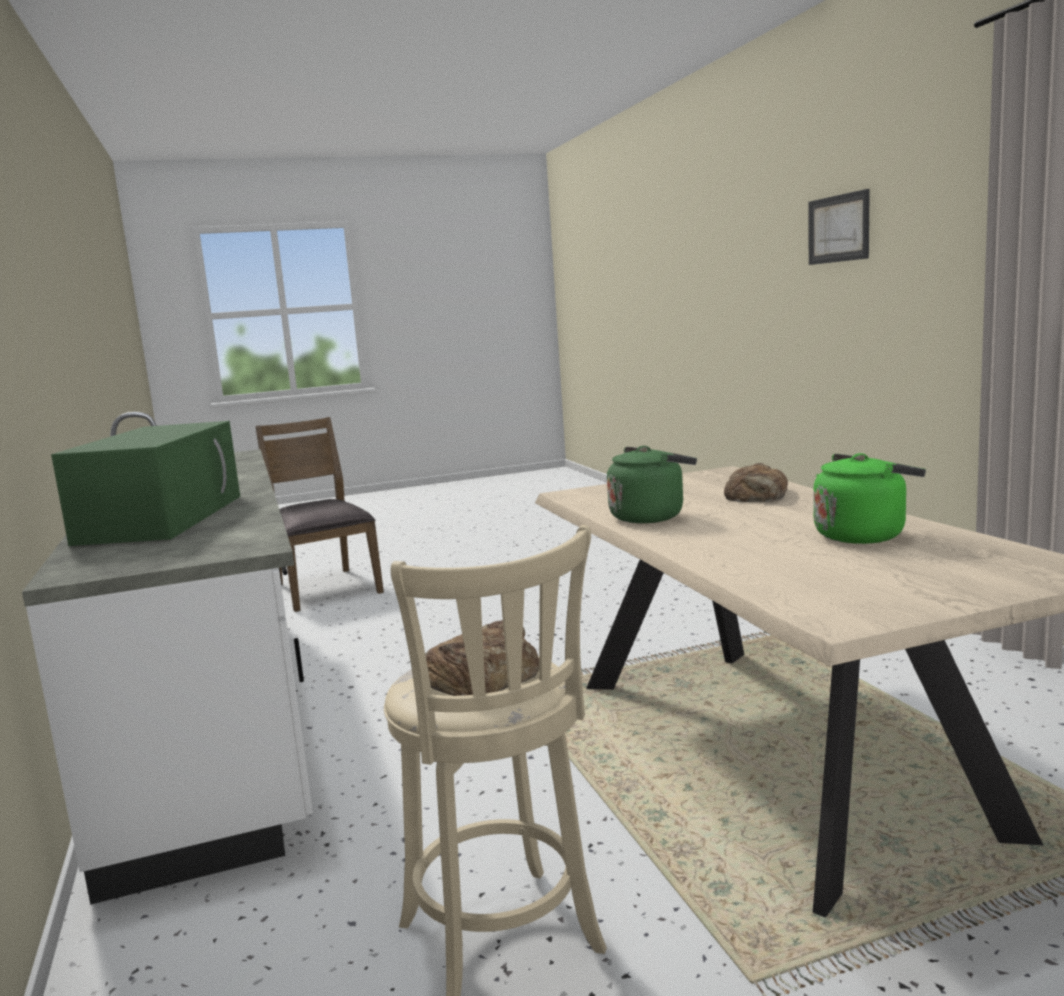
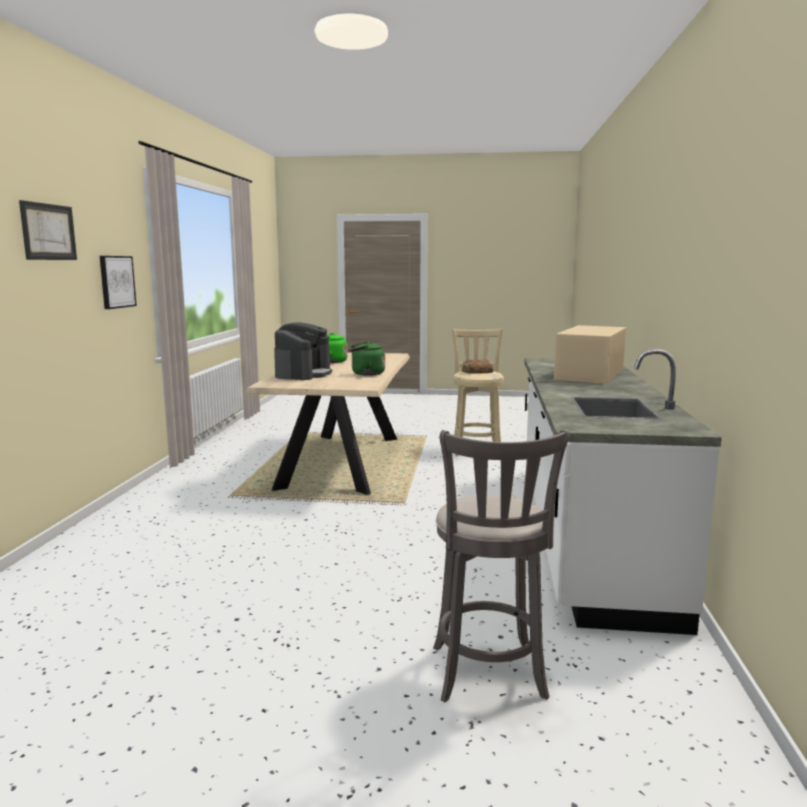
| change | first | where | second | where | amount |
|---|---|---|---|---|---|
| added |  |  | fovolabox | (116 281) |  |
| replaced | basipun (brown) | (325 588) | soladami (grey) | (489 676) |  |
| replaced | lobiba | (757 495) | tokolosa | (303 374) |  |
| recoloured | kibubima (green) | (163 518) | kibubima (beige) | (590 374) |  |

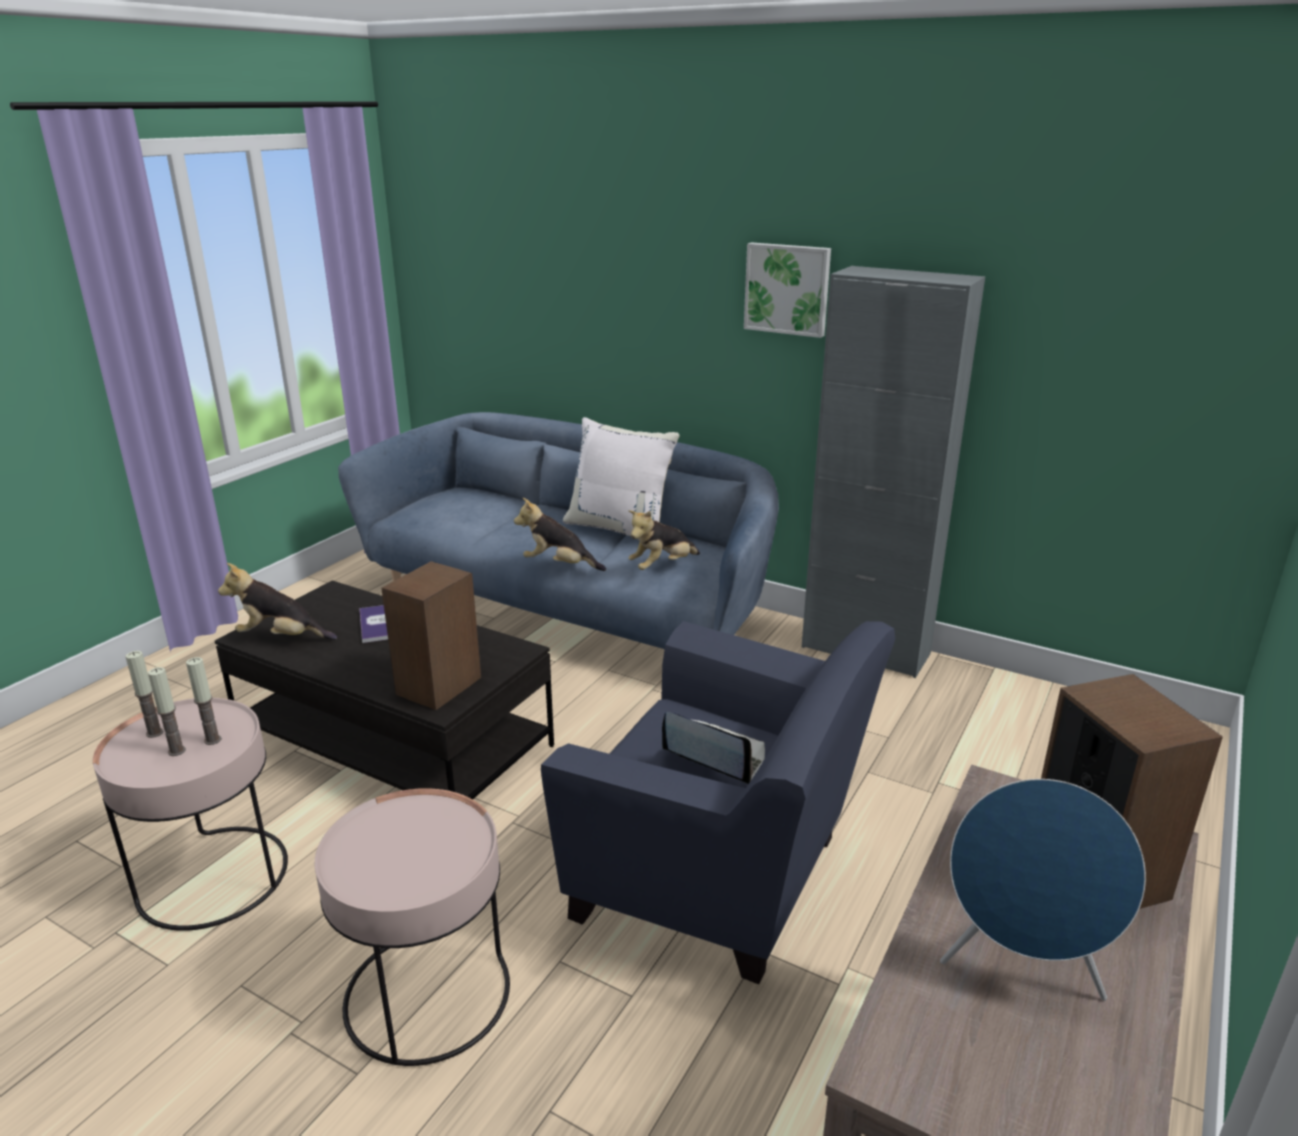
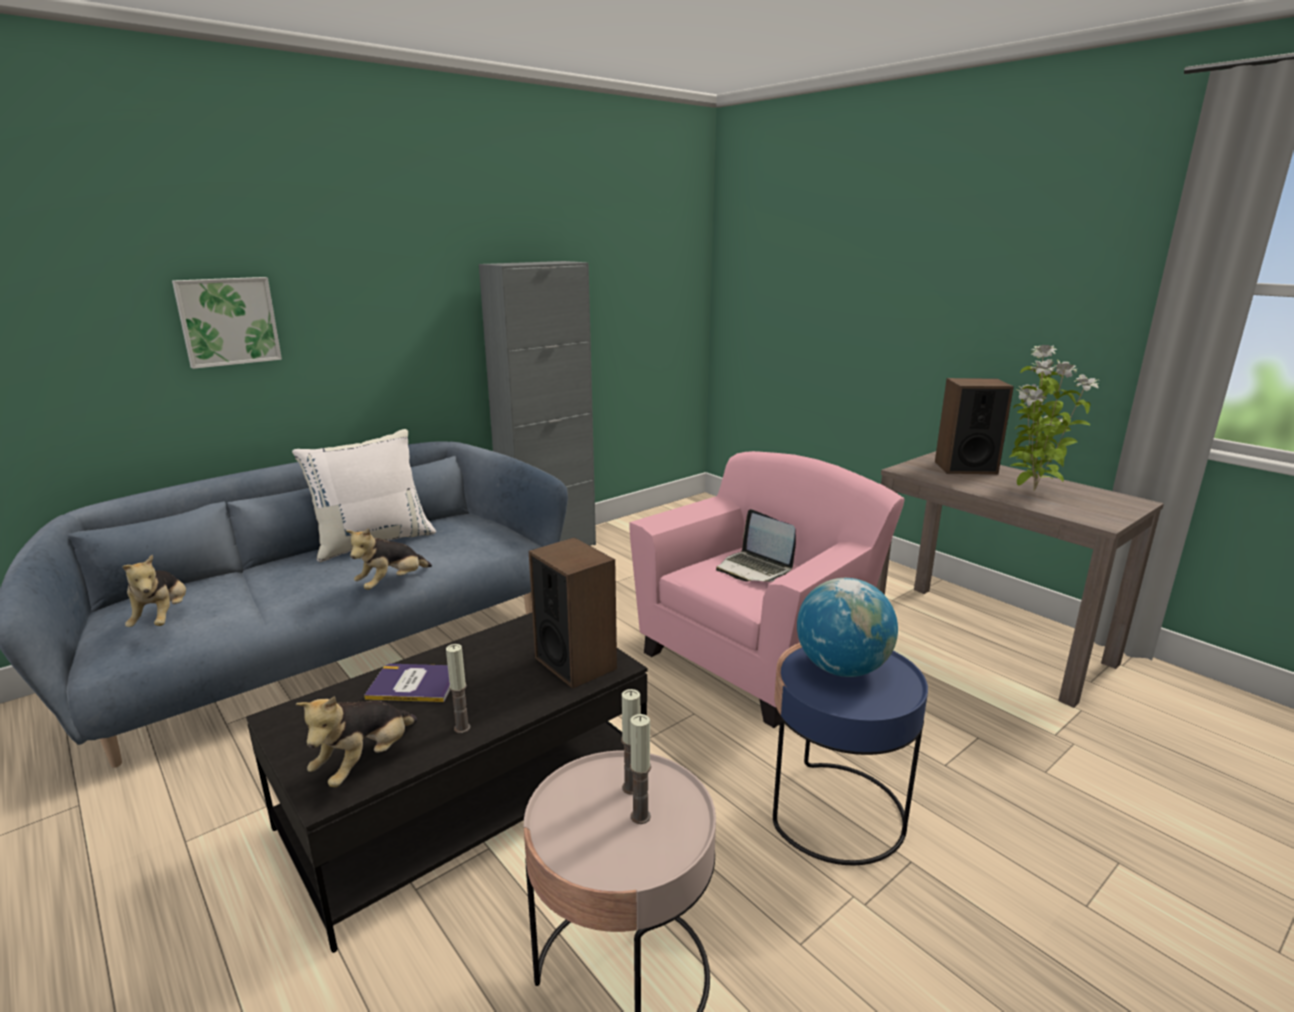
| change | first | where | second | where | amount |
|---|---|---|---|---|---|
| added |  |  | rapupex | (841 668) |  |
| moved | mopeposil | (154 733) |  | (462 728) |  |
| moved | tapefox | (662 566) |  | (162 618) |  |
| moved | fovolabox | (787 289) |  | (228 321) |  |
| replaced | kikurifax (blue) | (1021 968) | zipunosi | (1032 491) |  |
| recoloured | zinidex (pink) | (426 994) | zinidex (blue) | (835 812) |  |
| recoloured | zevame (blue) | (723 878) | zevame (pink) | (757 656) |  |
| turned | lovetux | (715 757) |  | (754 568) | 90 degrees counterclockwise |

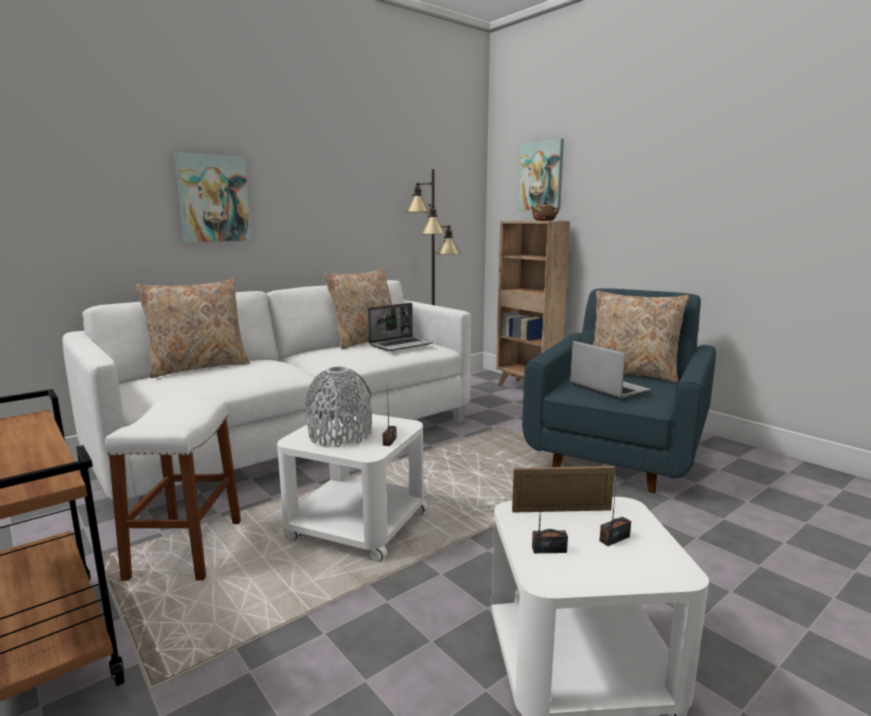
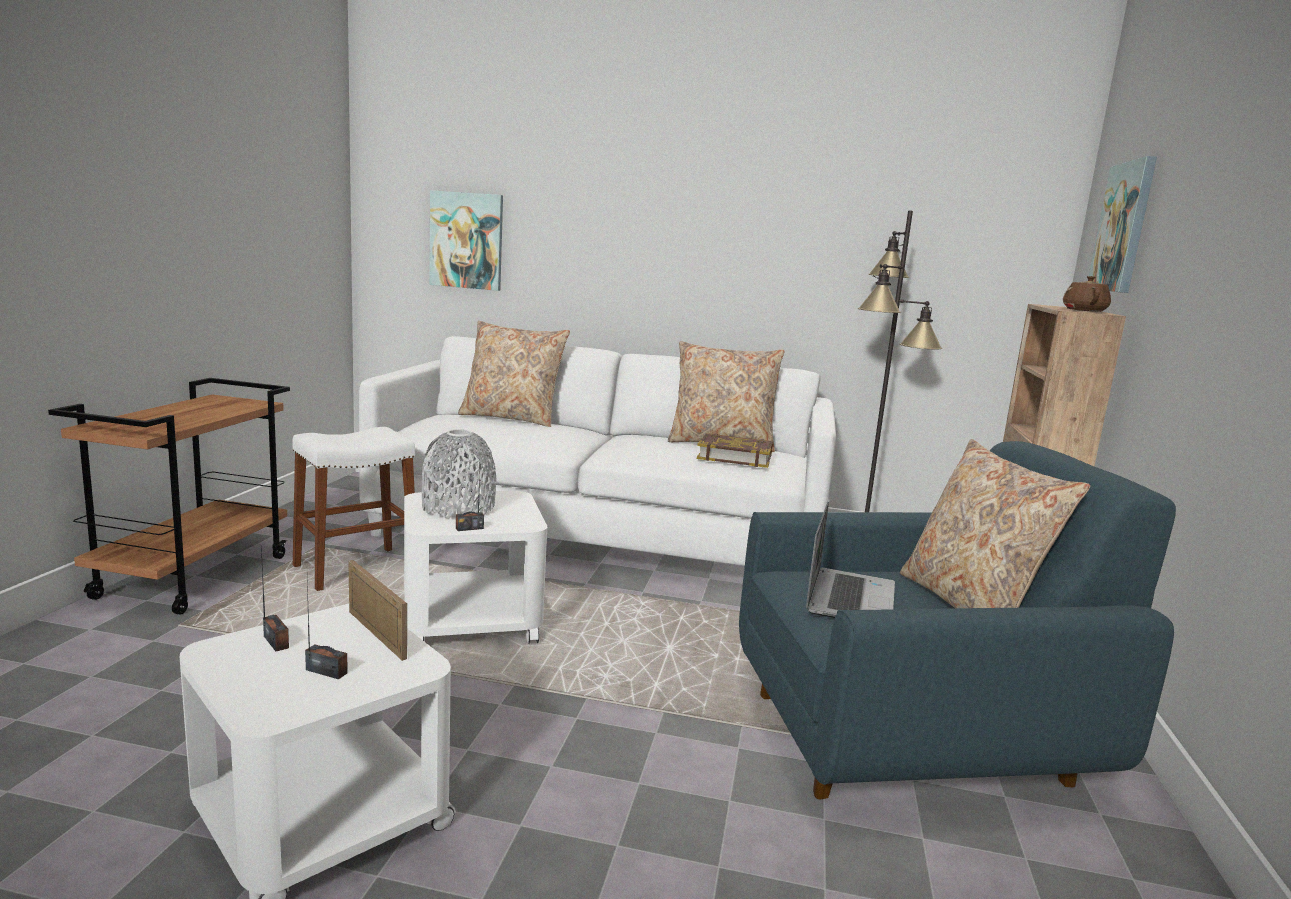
| change | first | where | second | where | amount |
|---|---|---|---|---|---|
| moved | fovolabox | (213 199) |  | (466 240) |  |
| replaced | lovetux | (401 345) | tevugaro | (735 456) |  |

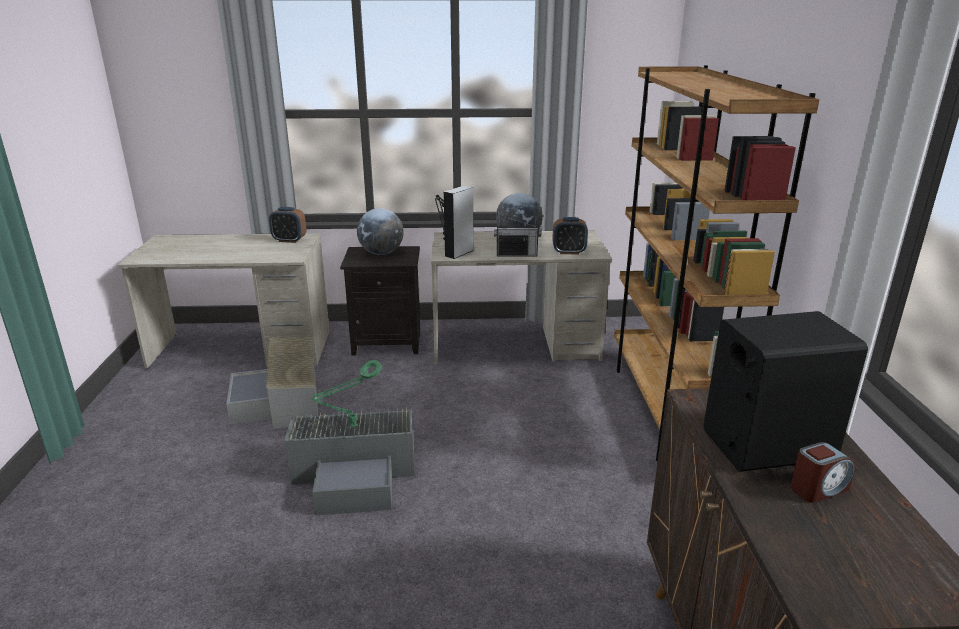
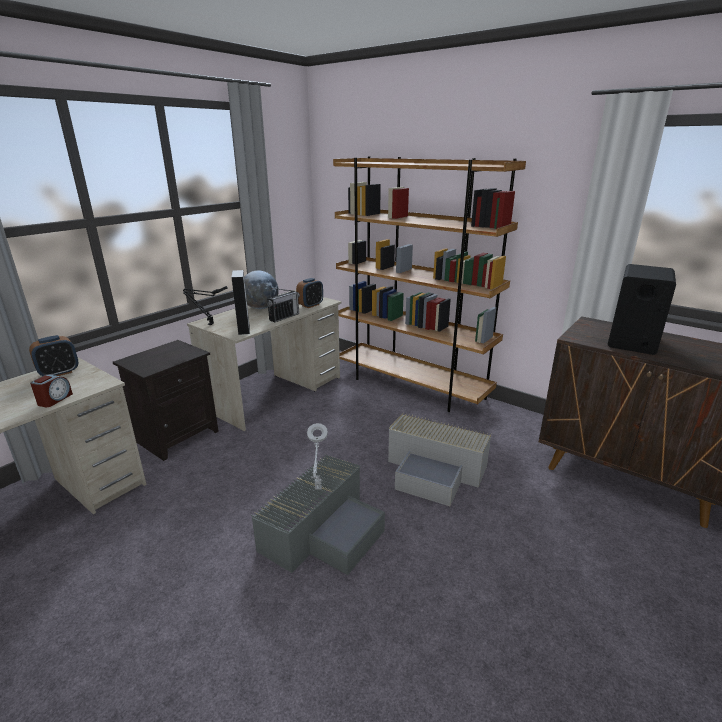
| change | first | where | second | where | amount |
|---|---|---|---|---|---|
| removed | rapupex | (381 253) |  |  |  |
| moved | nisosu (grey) | (282 401) |  | (435 470) |  |
| moved | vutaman | (818 488) |  | (55 399) |  |
| recoloured | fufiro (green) | (351 427) | fufiro (grey) | (318 490) |  |

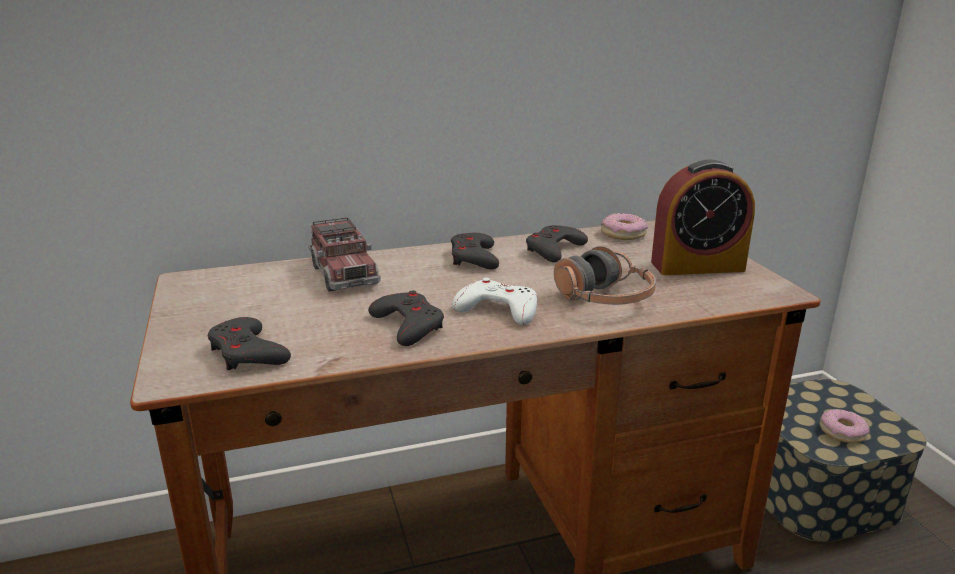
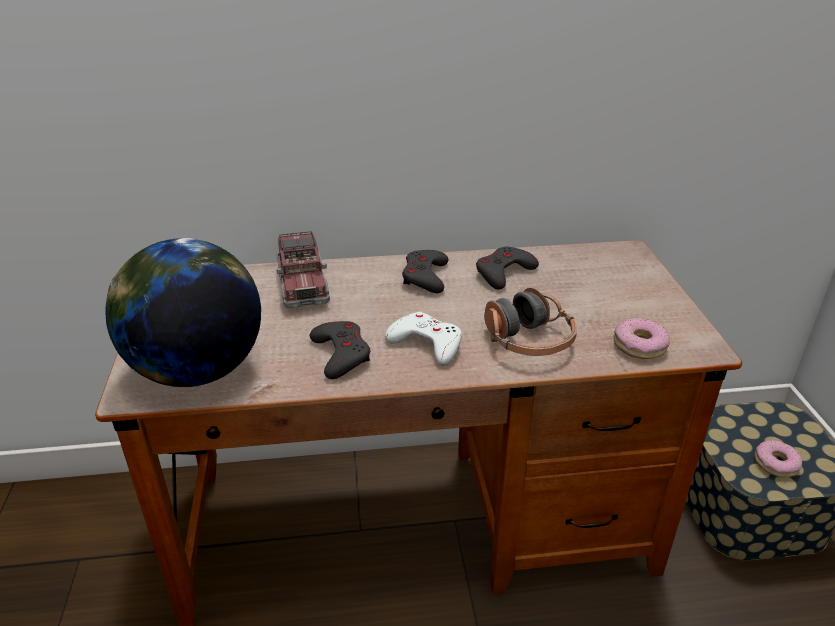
| change | first | where | second | where | amount |
|---|---|---|---|---|---|
| removed | vutaman | (697 266) |  |  |  |
| moved | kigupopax | (623 234) |  | (639 345) |  |
| replaced | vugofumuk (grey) | (247 353) | rapupex | (198 371) |  |

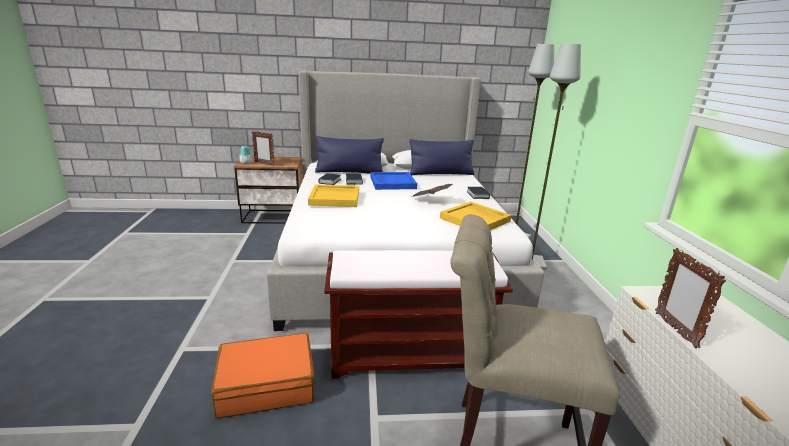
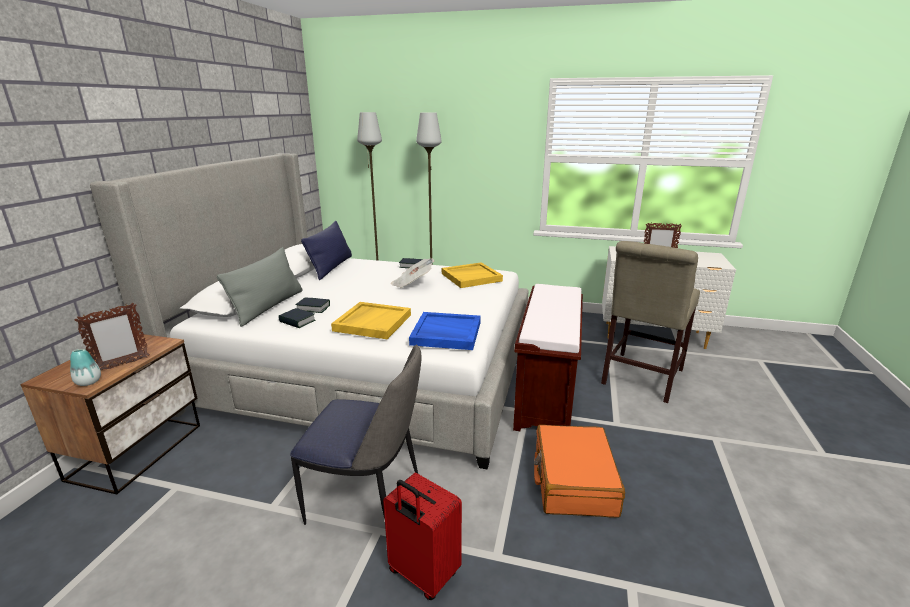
| change | first | where | second | where | amount |
|---|---|---|---|---|---|
| added |  |  | basipun | (368 501) |  |
| added |  |  | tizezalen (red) | (422 574) |  |
| moved | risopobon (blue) | (392 183) |  | (445 333) |  |
| recoloured | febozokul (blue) | (349 172) | febozokul (grey) | (268 306) |  |

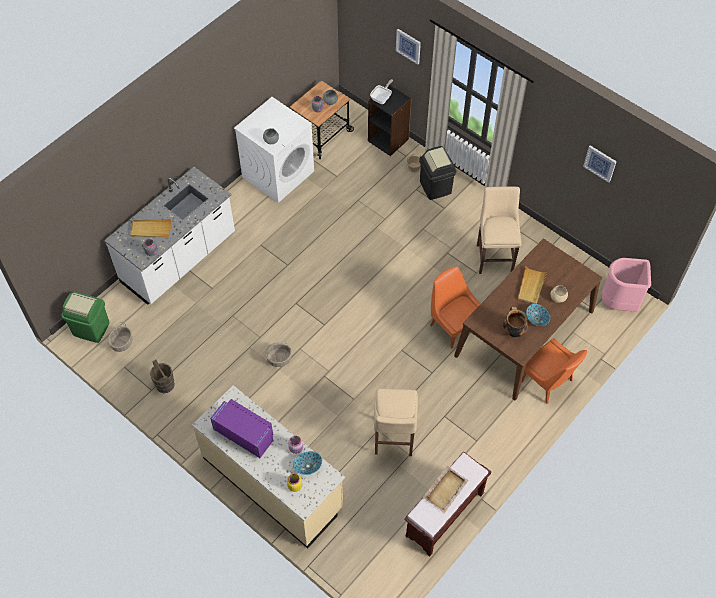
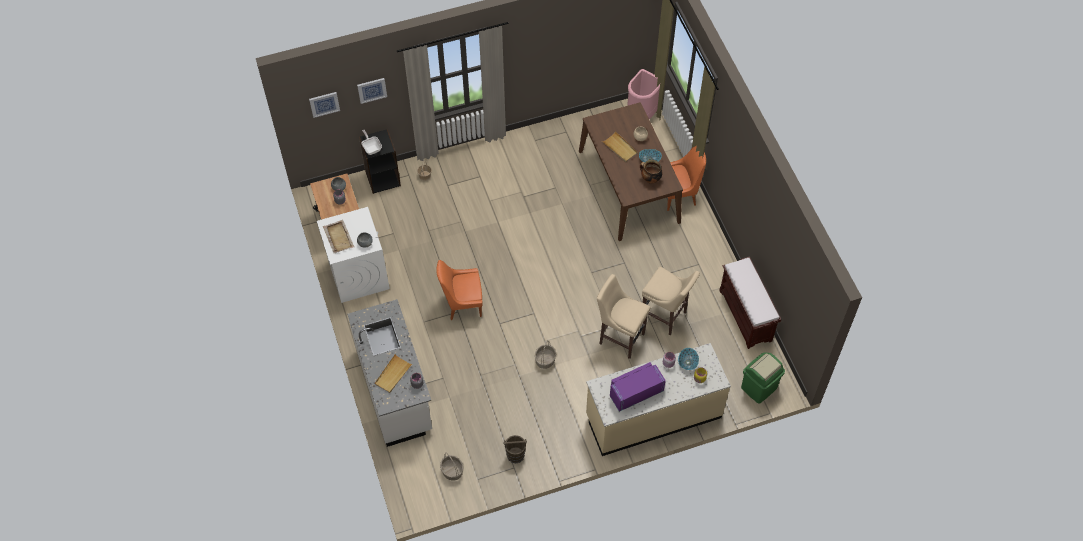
| change | first | where | second | where | amount |
|---|---|---|---|---|---|
| removed | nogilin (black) | (435 187) |  |  |  |
| moved | nogilin (green) | (91 329) |  | (759 388) |  |
| moved | risopobon (beige) | (445 489) |  | (338 237) |  |
| moved | basipun (orange) | (453 325) |  | (462 303) |  |
| moved | soladami (beige) | (494 257) |  | (619 337) |  |
| moved | fovolabox | (600 163) |  | (324 104) |  |

